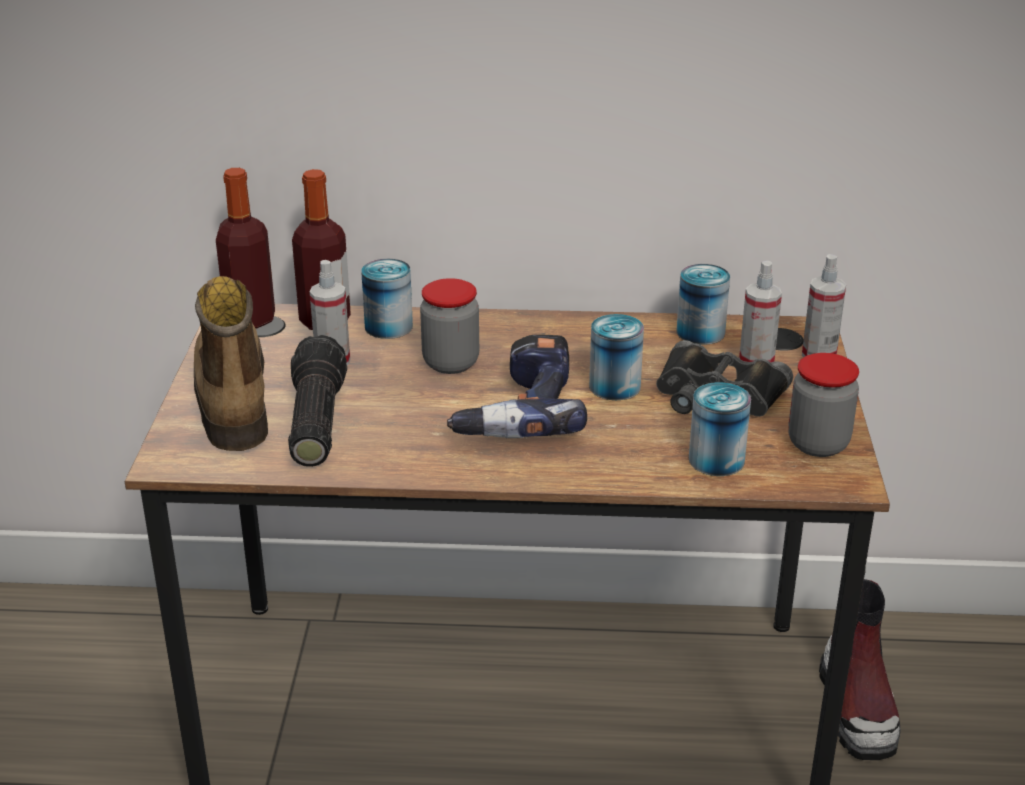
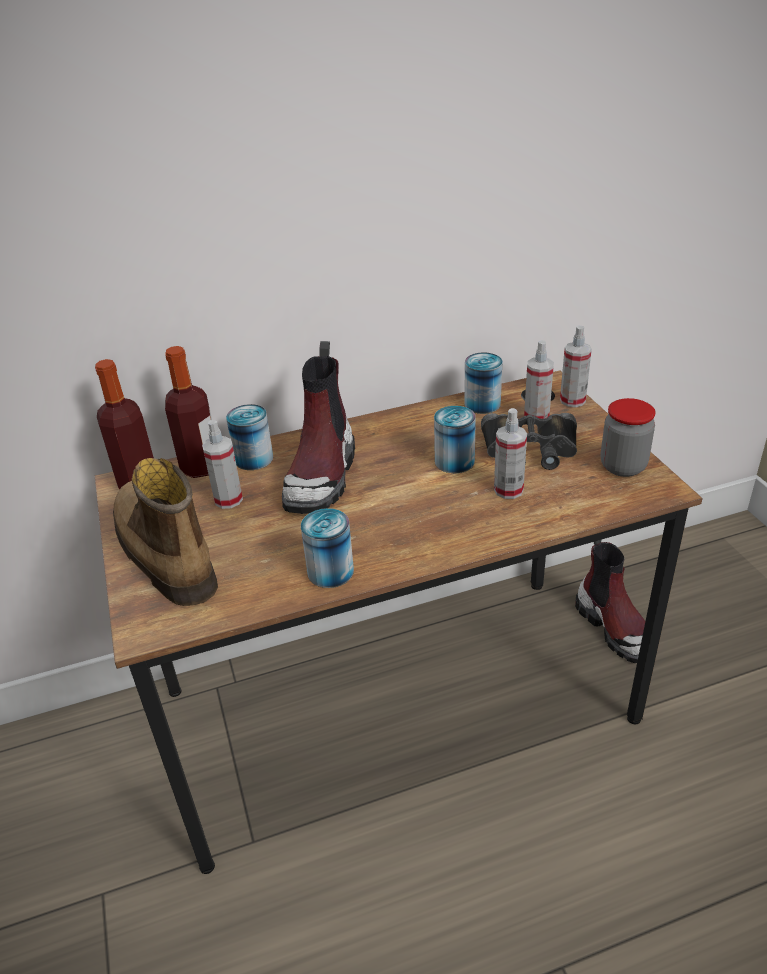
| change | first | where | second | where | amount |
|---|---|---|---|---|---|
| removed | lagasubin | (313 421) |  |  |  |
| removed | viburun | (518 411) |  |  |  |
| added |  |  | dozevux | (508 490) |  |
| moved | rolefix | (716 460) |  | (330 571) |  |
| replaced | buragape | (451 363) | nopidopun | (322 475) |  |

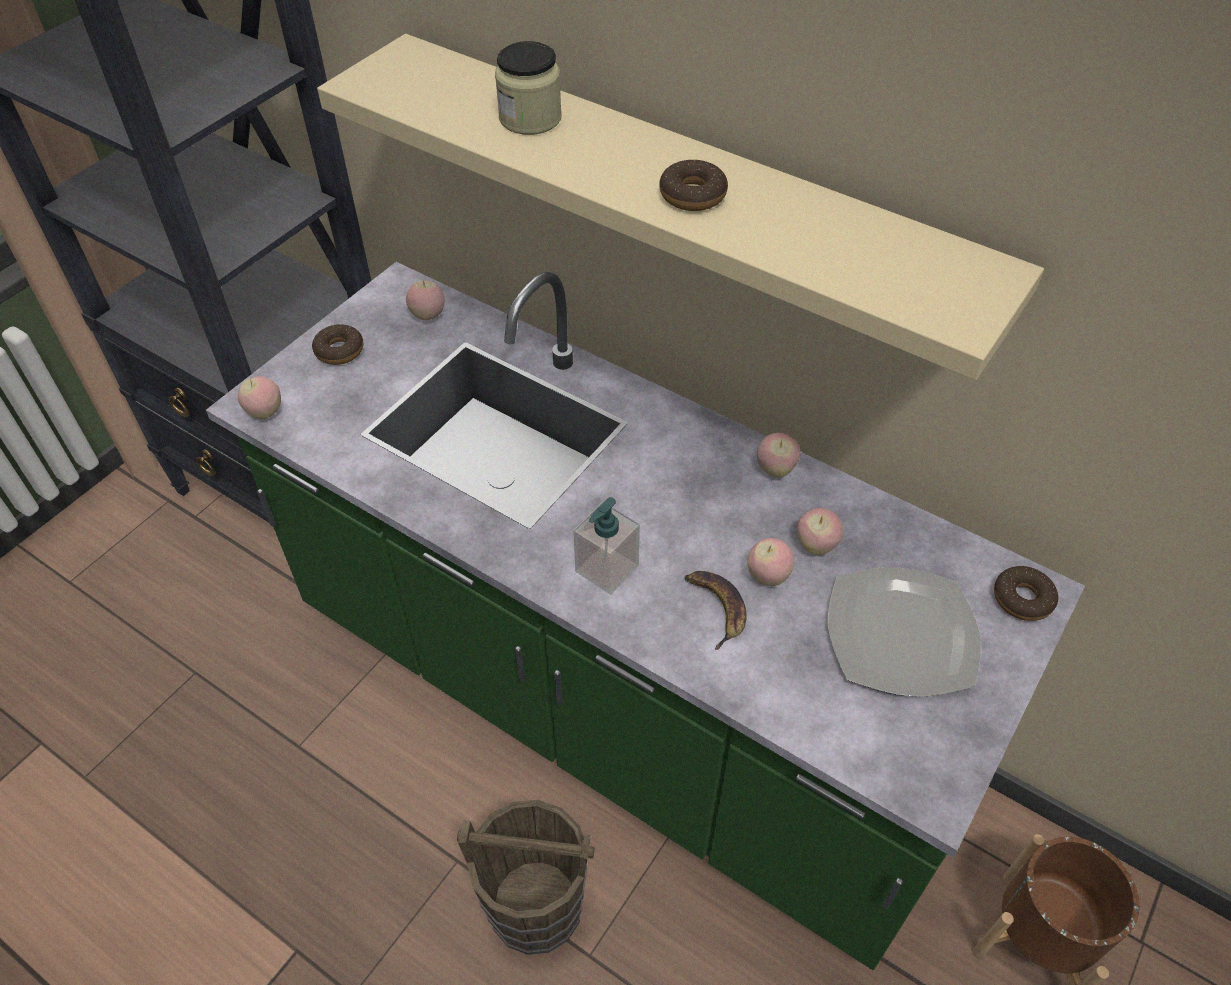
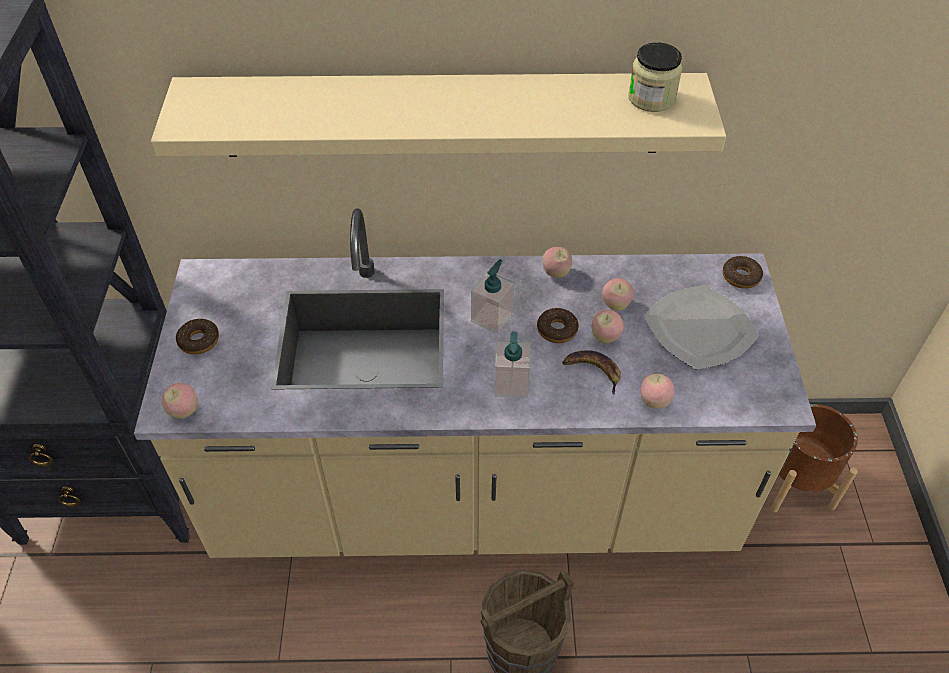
| change | first | where | second | where | amount |
|---|---|---|---|---|---|
| added |  |  | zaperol | (492 317) |  |
| moved | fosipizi | (428 316) |  | (654 402) |  |
| moved | buragape | (530 118) |  | (651 98) |  |
| moved | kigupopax | (692 195) |  | (557 330) |  |
| recoloured | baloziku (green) | (615 706) | baloziku (beige) | (474 499) |  |

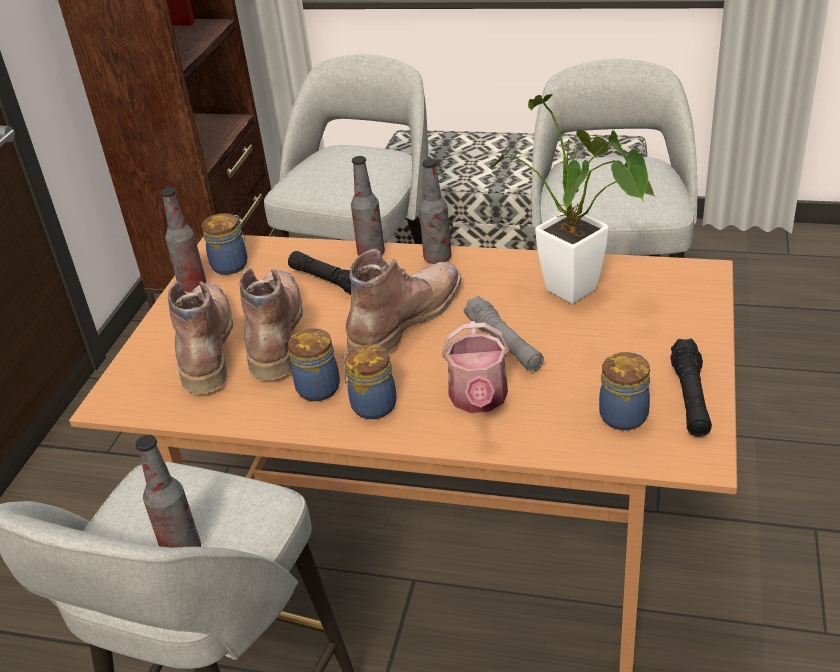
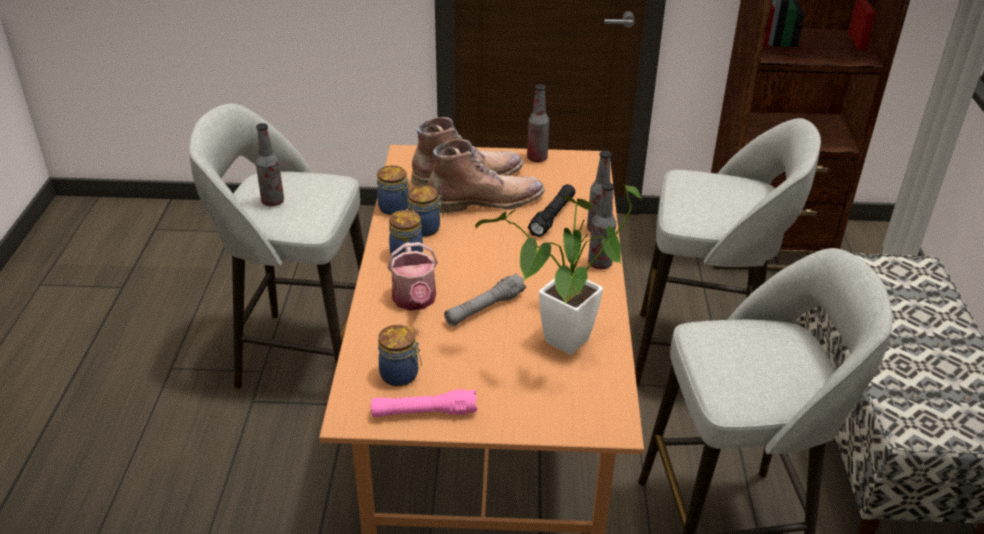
| change | first | where | second | where | amount |
|---|---|---|---|---|---|
| removed | nopidopun (brown) | (405 318) |  |  |  |
| moved | buragape | (231 264) |  | (395 208) |  |
| recoloured | lagasubin (black) | (690 397) | lagasubin (pink) | (424 413) |  |
| turned | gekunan | (479 400) |  | (415 301) | 90 degrees counterclockwise |

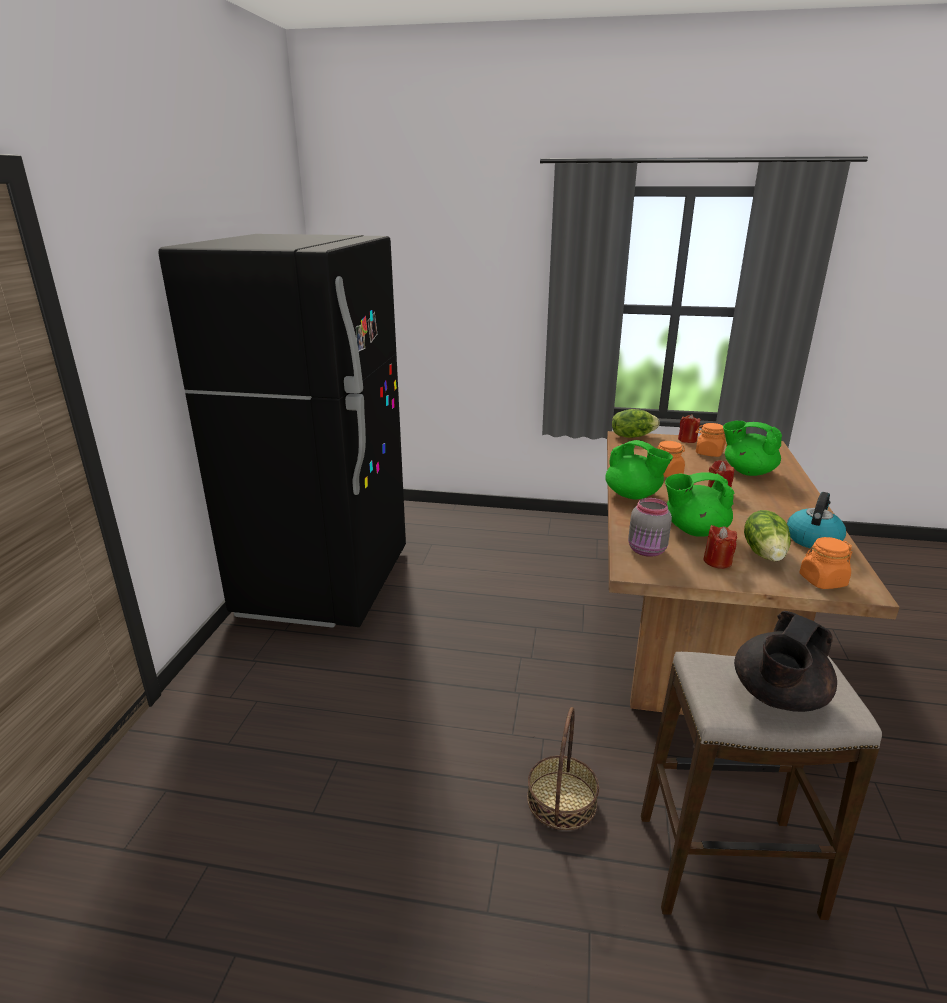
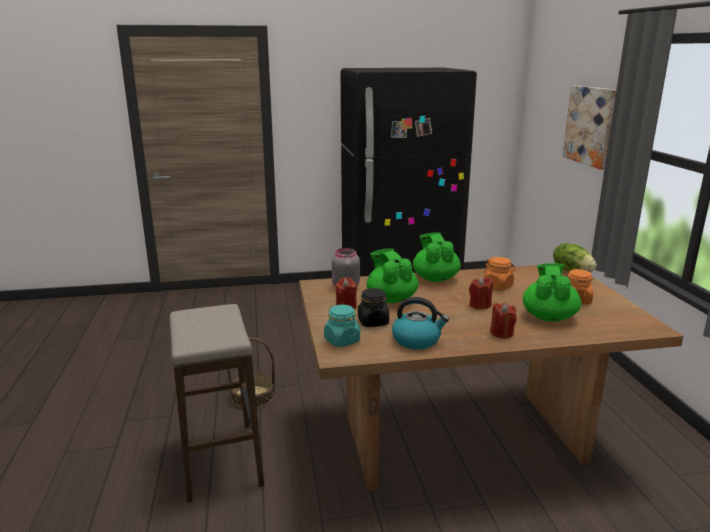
| change | first | where | second | where | amount |
|---|---|---|---|---|---|
| removed | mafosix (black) | (777 697) |  |  |  |
| added |  |  | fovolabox | (590 125) |  |
| moved | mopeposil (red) | (687 440) |  | (501 333) |  |
| replaced | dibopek | (765 553) | buragape (black) | (373 322) |  |
| recoloured | buragape (orange) | (822 581) | buragape (turquoise) | (341 340) |  |
| turned | mafosix (green) | (633 495) |  | (435 278) | 150 degrees clockwise |

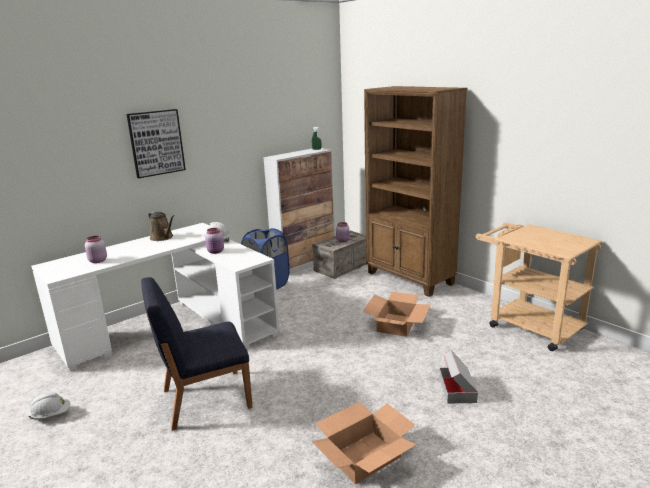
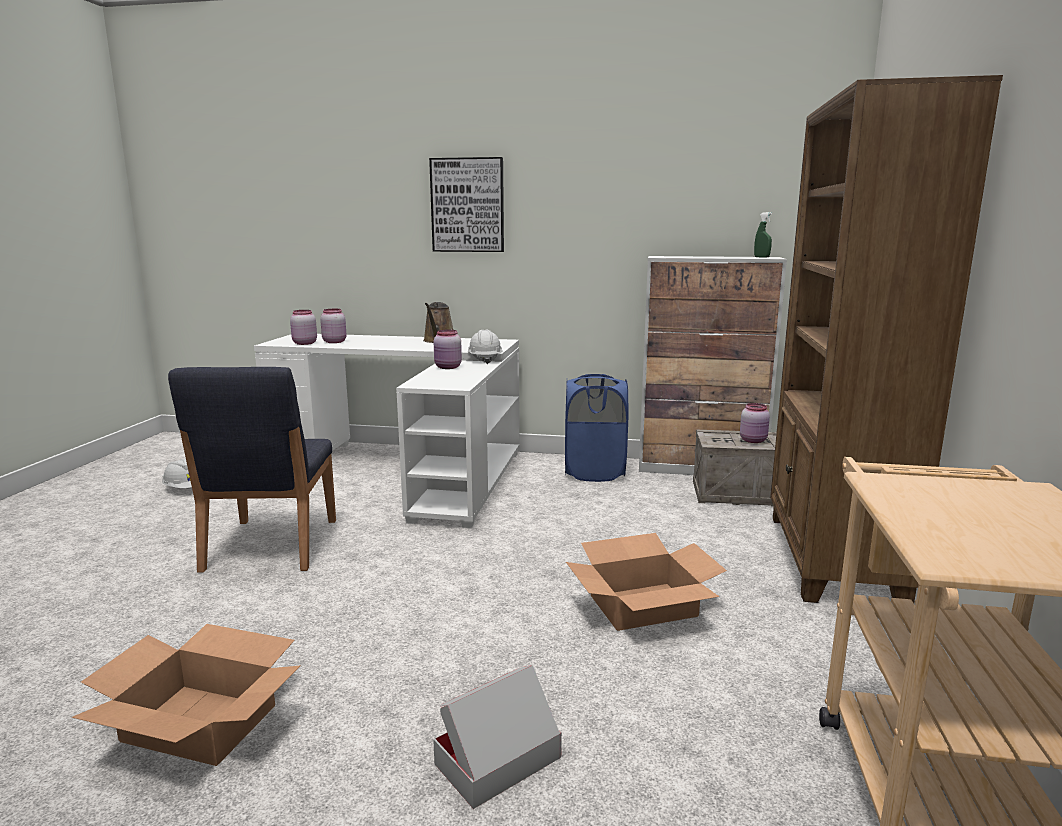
| change | first | where | second | where | amount |
|---|---|---|---|---|---|
| added |  |  | buragape (pink) | (304 343) |  |
| turned | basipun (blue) | (205 398) |  | (270 545) | 120 degrees counterclockwise |

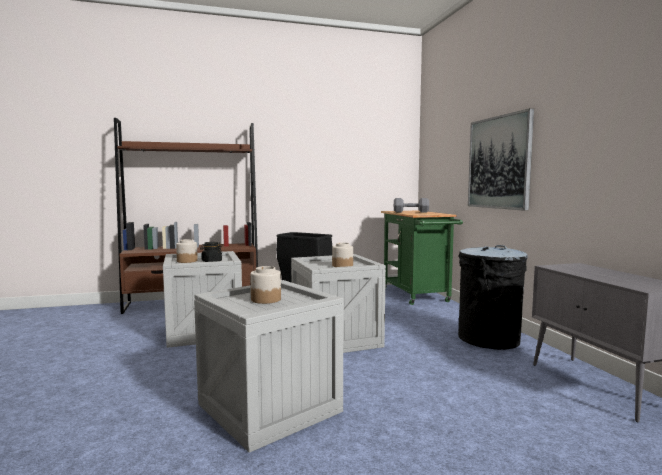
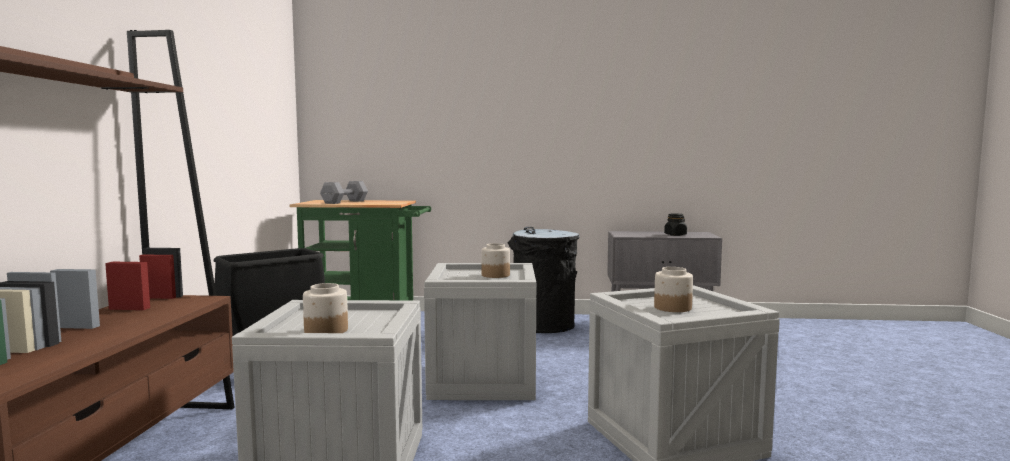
| change | first | where | second | where | amount |
|---|---|---|---|---|---|
| removed | fovolabox | (499 162) |  |  |  |
| moved | buragape (black) | (211 261) |  | (675 235) |  |

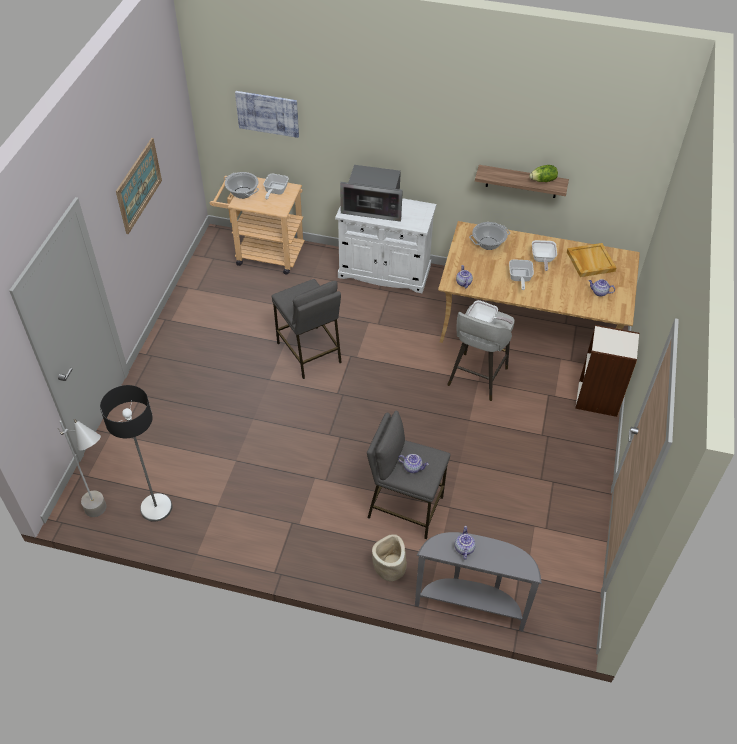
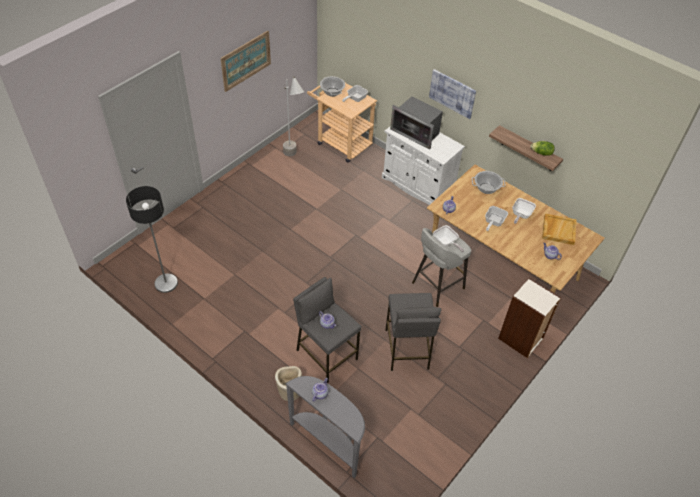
| change | first | where | second | where | amount |
|---|---|---|---|---|---|
| moved | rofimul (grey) | (107 517) |  | (294 158) |  |
| moved | fovolabox | (267 113) |  | (452 93) |  |
| moved | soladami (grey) | (309 352) |  | (407 349) |  |

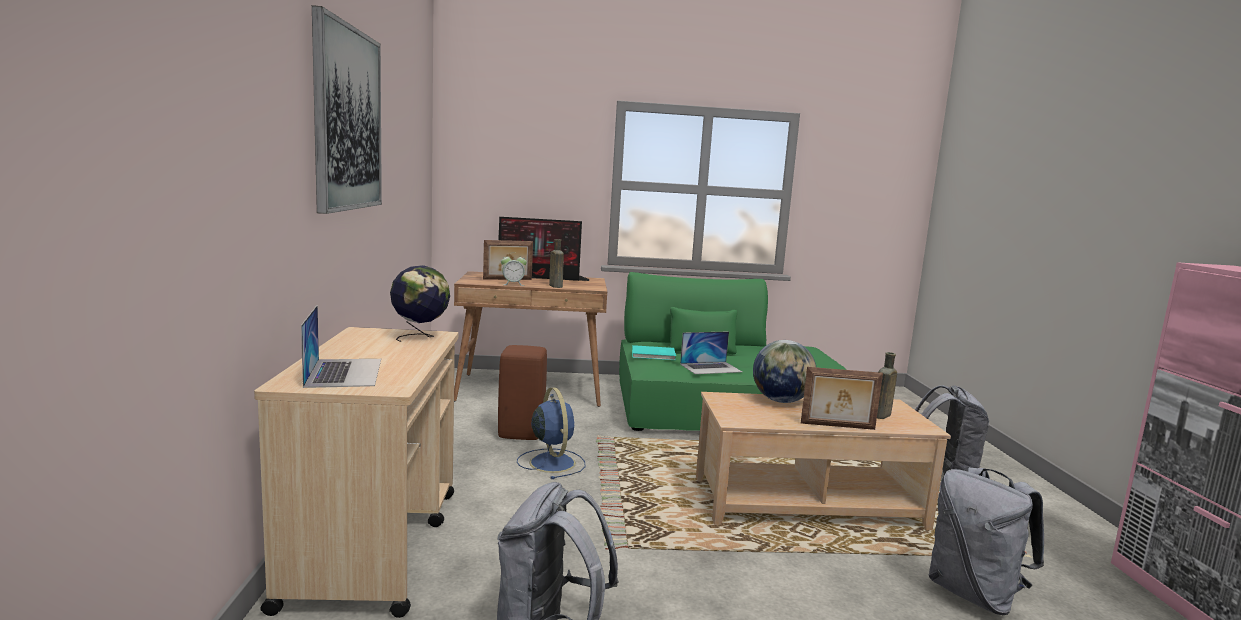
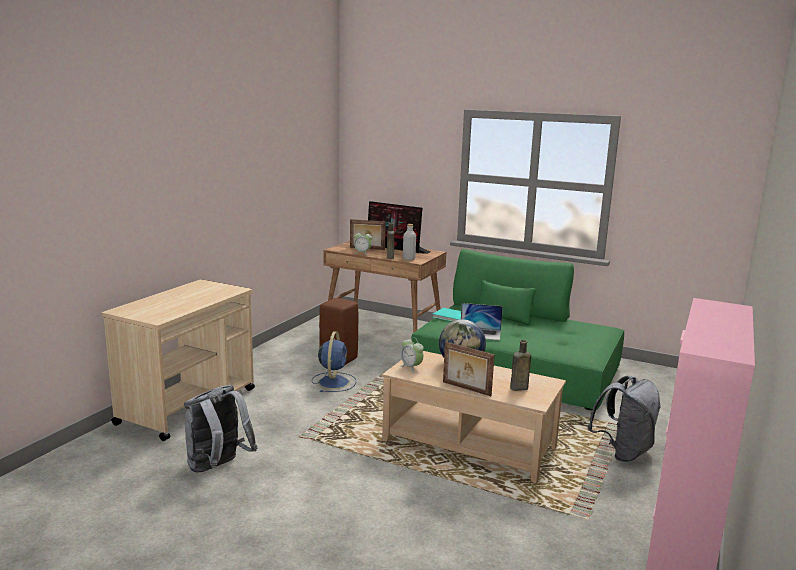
| change | first | where | second | where | amount |
|---|---|---|---|---|---|
| removed | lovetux | (344 372) |  |  |  |
| removed | fovolabox | (347 119) |  |  |  |
| removed | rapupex | (420 337) |  |  |  |
| removed | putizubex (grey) | (974 595) |  |  |  |
| added |  |  | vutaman | (411 367) |  |
| added |  |  | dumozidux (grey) | (408 259) |  |

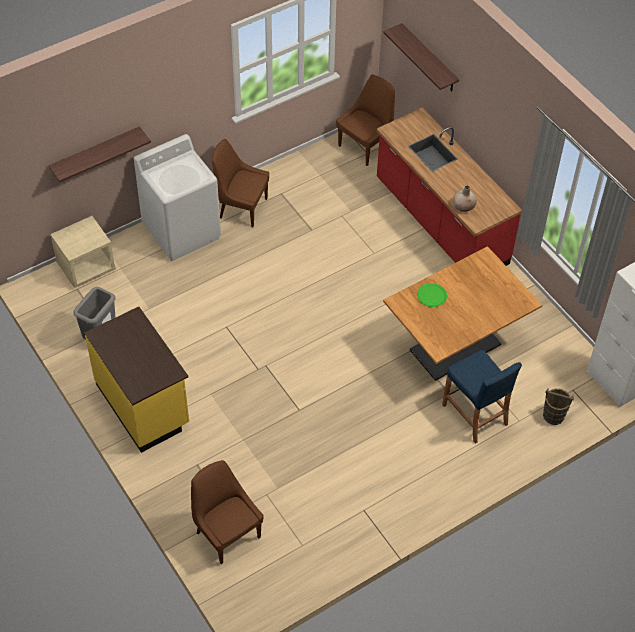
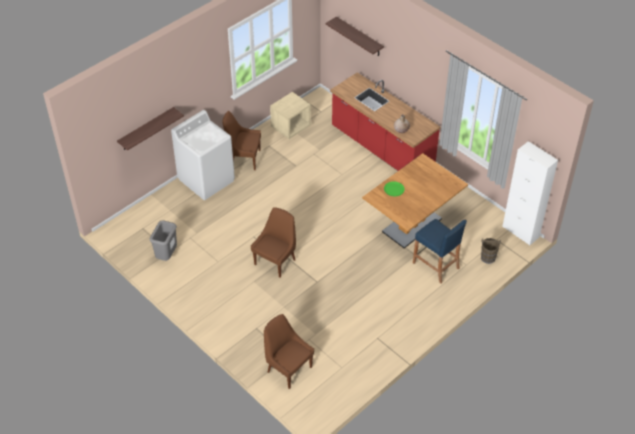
| change | first | where | second | where | amount |
|---|---|---|---|---|---|
| removed | baloziku (yellow) | (143 405) |  |  |  |
| moved | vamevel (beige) | (86 267) |  | (291 127) |  |
| moved | basipun (brown) | (366 146) |  | (276 261) |  |

